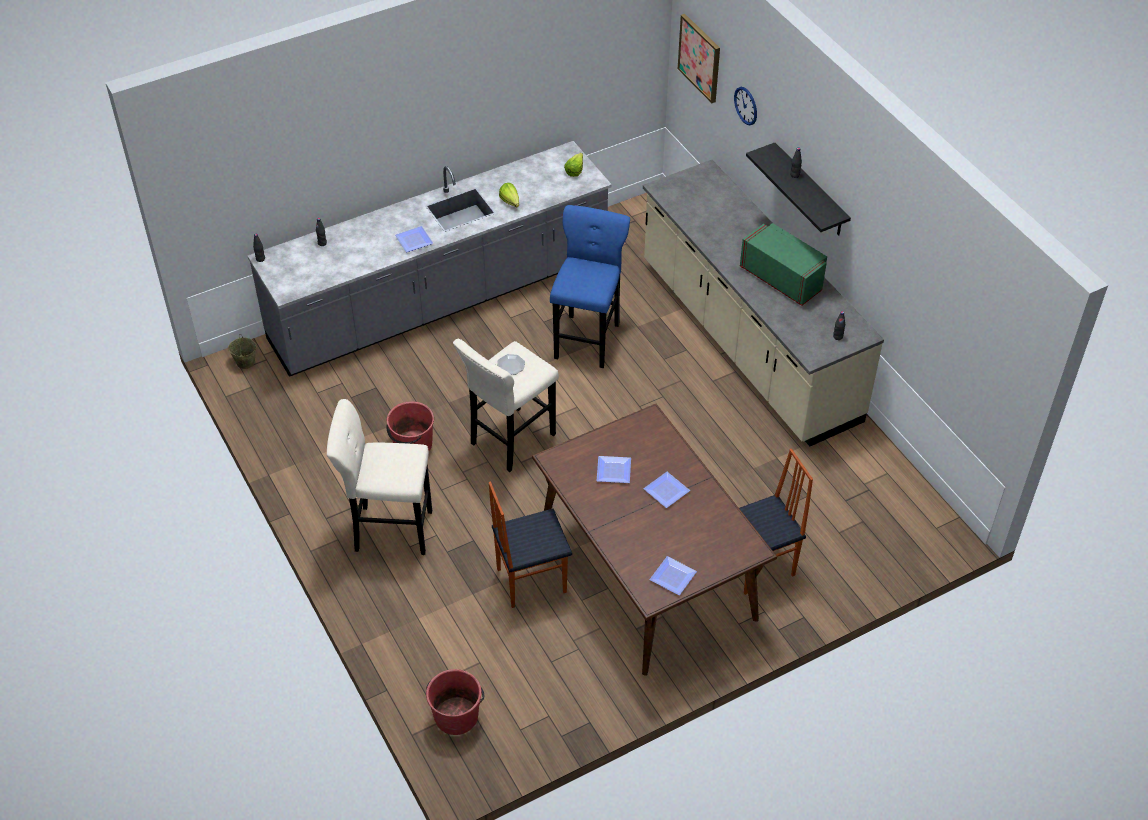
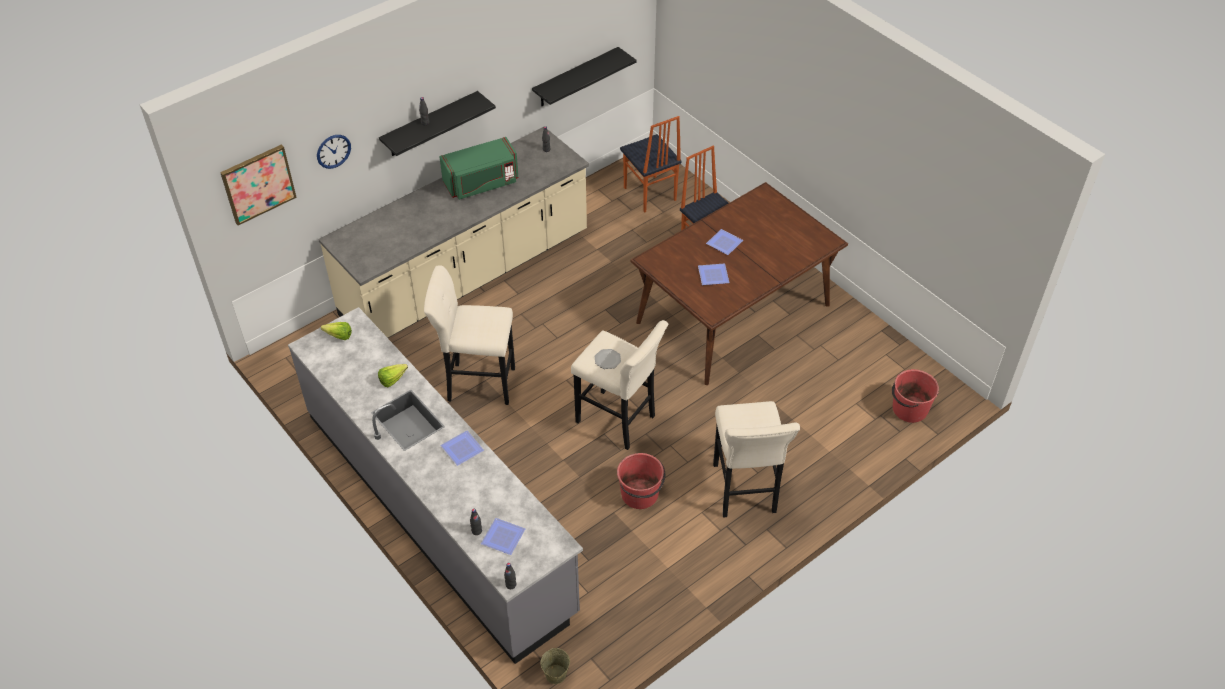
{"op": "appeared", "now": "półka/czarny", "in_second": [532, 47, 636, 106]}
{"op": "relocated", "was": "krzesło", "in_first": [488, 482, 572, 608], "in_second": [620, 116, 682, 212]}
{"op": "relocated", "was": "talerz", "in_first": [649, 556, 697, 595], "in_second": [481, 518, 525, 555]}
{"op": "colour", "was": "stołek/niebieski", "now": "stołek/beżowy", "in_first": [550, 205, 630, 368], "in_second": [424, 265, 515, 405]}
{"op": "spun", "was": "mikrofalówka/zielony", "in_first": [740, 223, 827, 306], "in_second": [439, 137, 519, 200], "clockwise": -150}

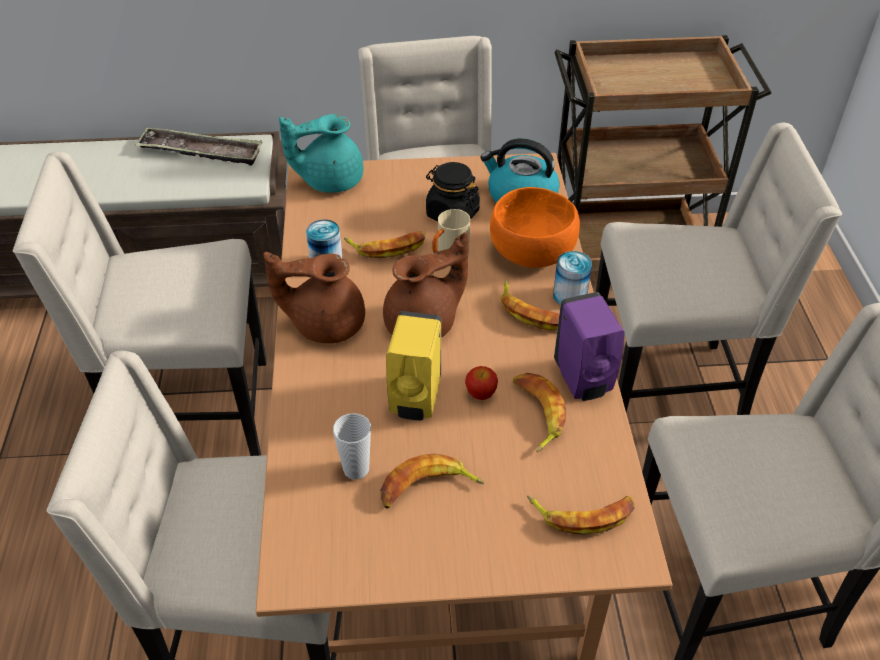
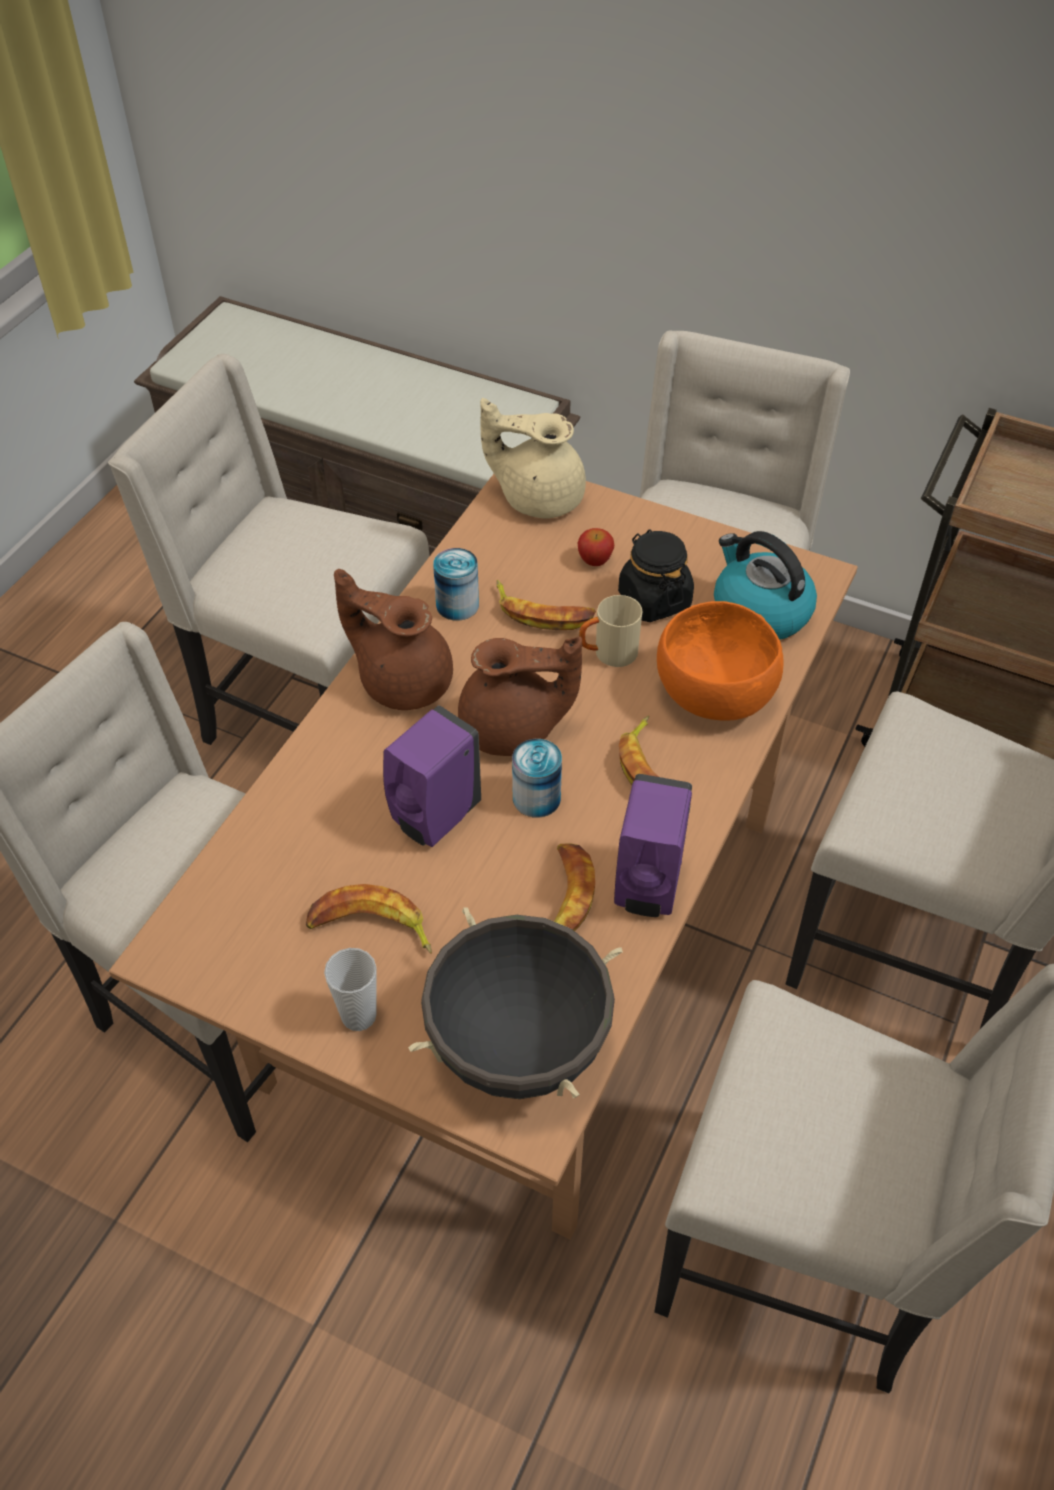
{"op": "missing", "was": "taca", "in_first": [135, 128, 262, 166]}
{"op": "relocated", "was": "filiżanka", "in_first": [333, 413, 371, 480], "in_second": [324, 948, 377, 1031]}
{"op": "relocated", "was": "jabłko", "in_first": [465, 366, 498, 400], "in_second": [578, 528, 614, 566]}
{"op": "relocated", "was": "puszka", "in_first": [553, 251, 592, 305], "in_second": [512, 739, 562, 818]}
{"op": "exchanged", "was": "banan", "now": "garnek/czarny", "in_first": [527, 495, 635, 534], "in_second": [408, 907, 623, 1099]}
{"op": "colour", "was": "imbryk/turkusowy", "now": "imbryk/beżowy", "in_first": [279, 114, 364, 193], "in_second": [480, 398, 586, 518]}
{"op": "colour", "was": "dozownik mydła/żółty", "now": "dozownik mydła/fioletowy", "in_first": [386, 311, 441, 420], "in_second": [383, 705, 481, 847]}

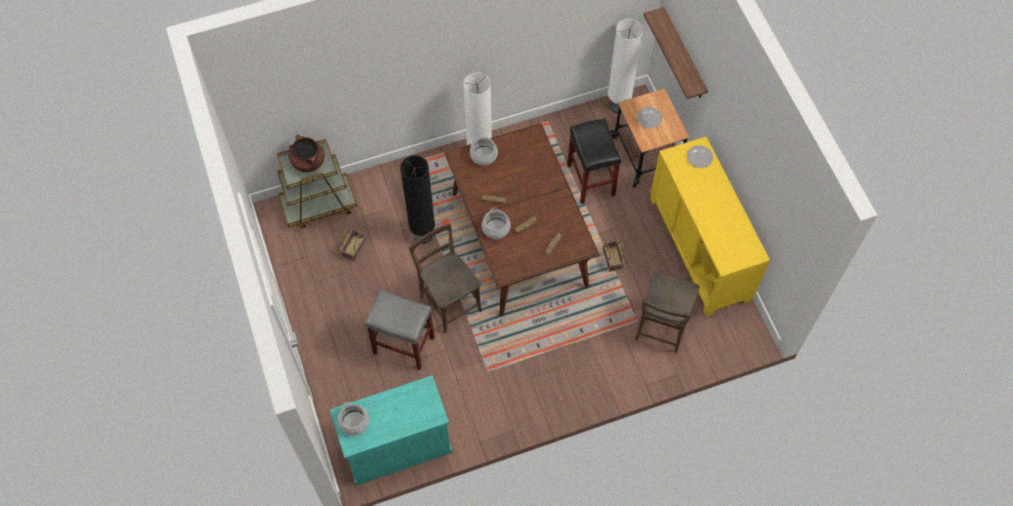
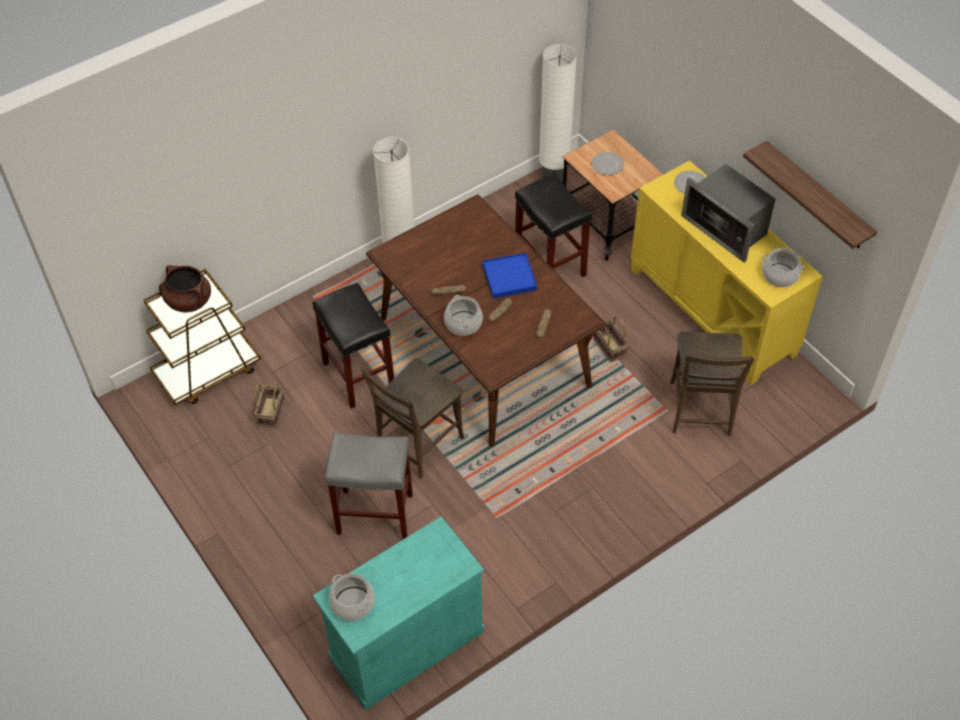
{"op": "appeared", "now": "taca/niebieski", "in_second": [482, 253, 537, 299]}
{"op": "appeared", "now": "mikrofalówka", "in_second": [681, 164, 775, 263]}
{"op": "relocated", "was": "garnek", "in_first": [470, 137, 498, 166], "in_second": [762, 248, 805, 287]}
{"op": "relocated", "was": "półka", "in_first": [644, 7, 708, 99], "in_second": [743, 141, 877, 249]}
{"op": "exchanged", "was": "lampa stojąca/czarny", "now": "stołek/czarny", "in_first": [400, 155, 435, 244], "in_second": [313, 283, 394, 409]}
{"op": "spun", "was": "krzesło/brązowy", "in_first": [409, 224, 482, 333], "in_second": [361, 358, 465, 479], "clockwise": -90}

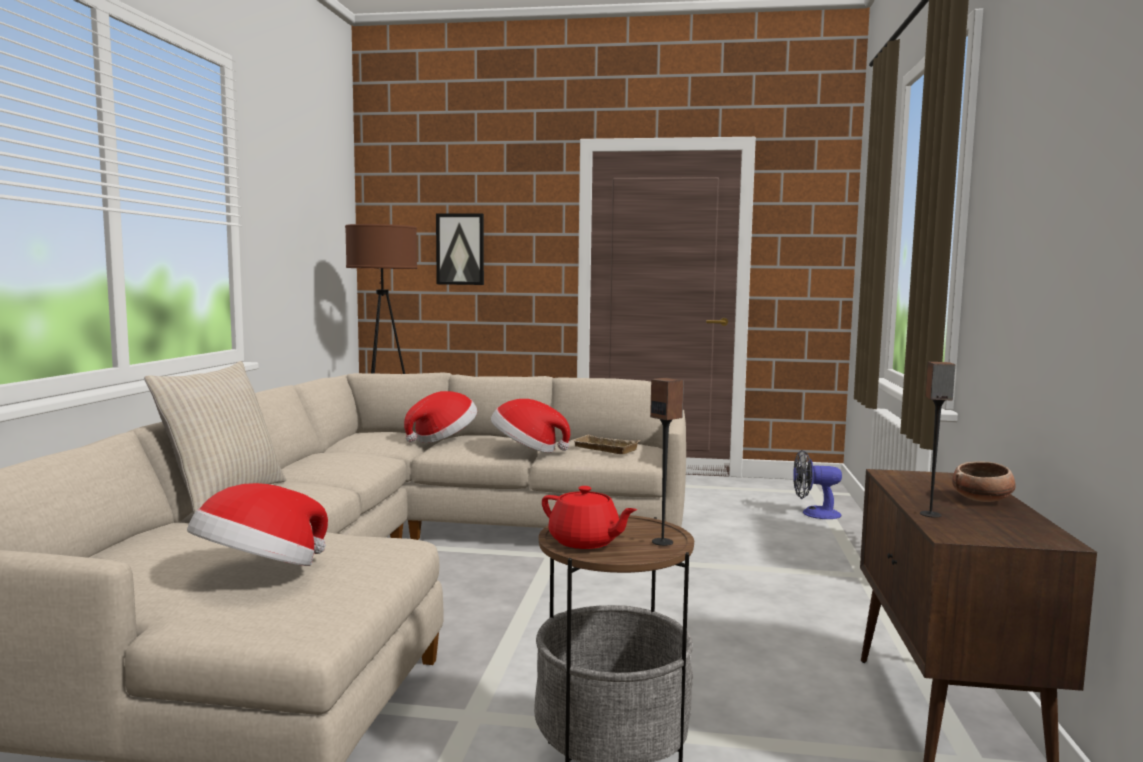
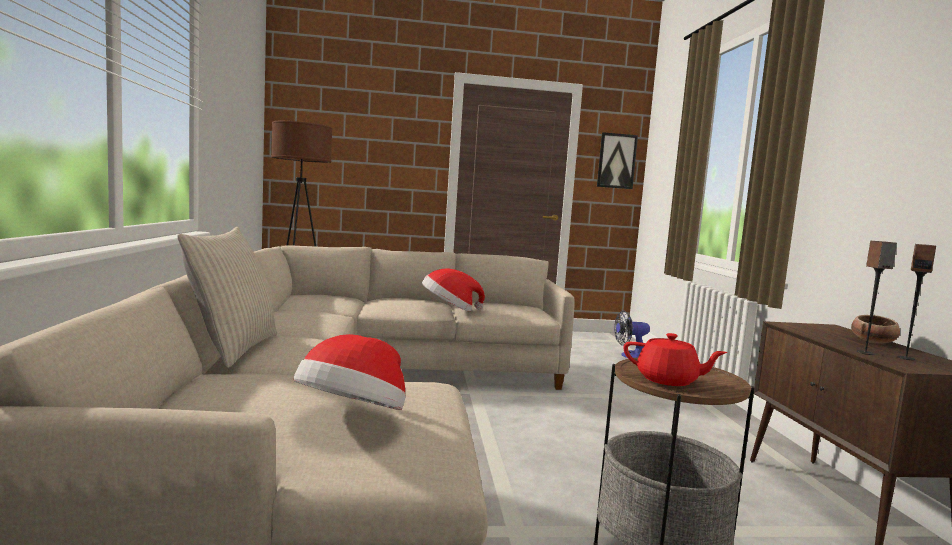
{"op": "missing", "was": "kapelusz", "in_first": [404, 391, 477, 443]}
{"op": "missing", "was": "taca/beżowy", "in_first": [570, 435, 641, 454]}
{"op": "relocated", "was": "obraz", "in_first": [436, 214, 484, 285], "in_second": [597, 132, 638, 189]}
{"op": "relocated", "was": "głośnik", "in_first": [650, 378, 684, 546], "in_second": [897, 244, 936, 360]}

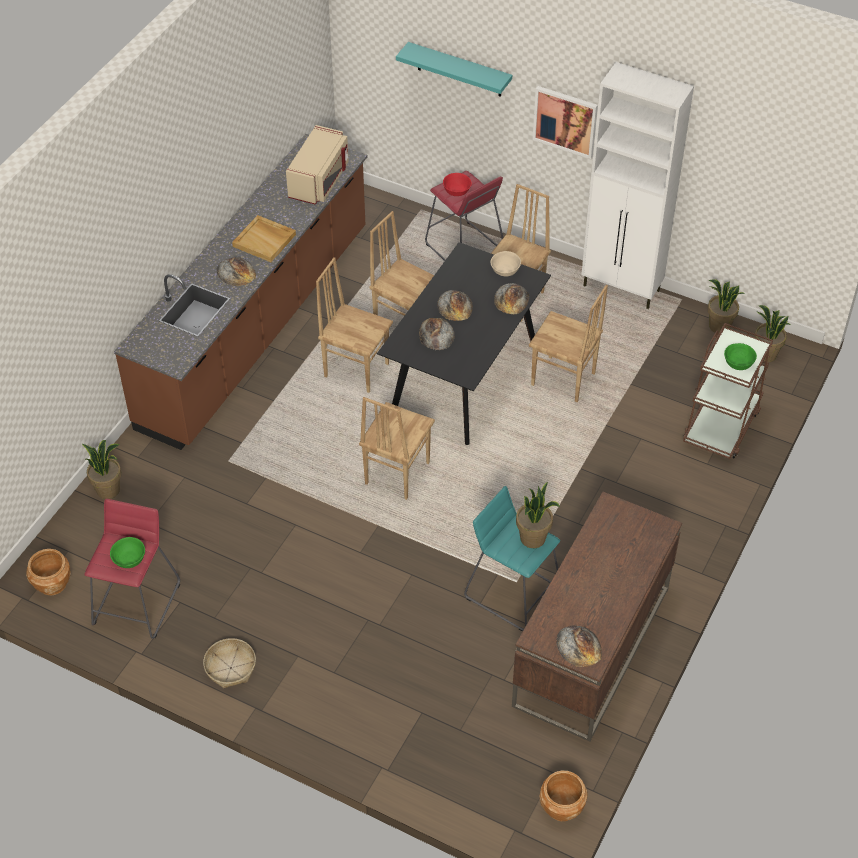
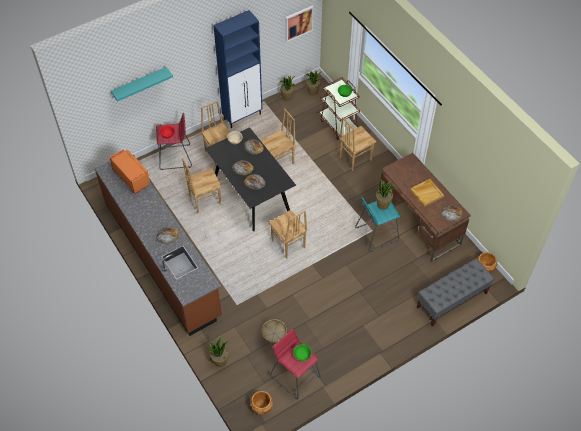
{"op": "appeared", "now": "ławka/szary", "in_second": [417, 259, 494, 327]}
{"op": "relocated", "was": "koszyk", "in_first": [203, 638, 256, 688], "in_second": [262, 319, 287, 344]}
{"op": "relocated", "was": "taca/beżowy", "in_first": [232, 215, 296, 262], "in_second": [410, 179, 444, 207]}
{"op": "relocated", "was": "krzesło/brązowy", "in_first": [316, 257, 393, 393], "in_second": [339, 117, 377, 171]}
{"op": "relocated", "was": "obraz", "in_first": [533, 86, 598, 159], "in_second": [285, 6, 314, 42]}
{"op": "colour", "was": "mikrofalówka/beżowy", "now": "mikrofalówka/pomarańczowy", "in_first": [286, 125, 349, 205], "in_second": [109, 149, 150, 194]}
{"op": "colour", "was": "szafka/biały", "now": "szafka/niebieski", "in_first": [581, 62, 694, 309], "in_second": [213, 10, 262, 128]}

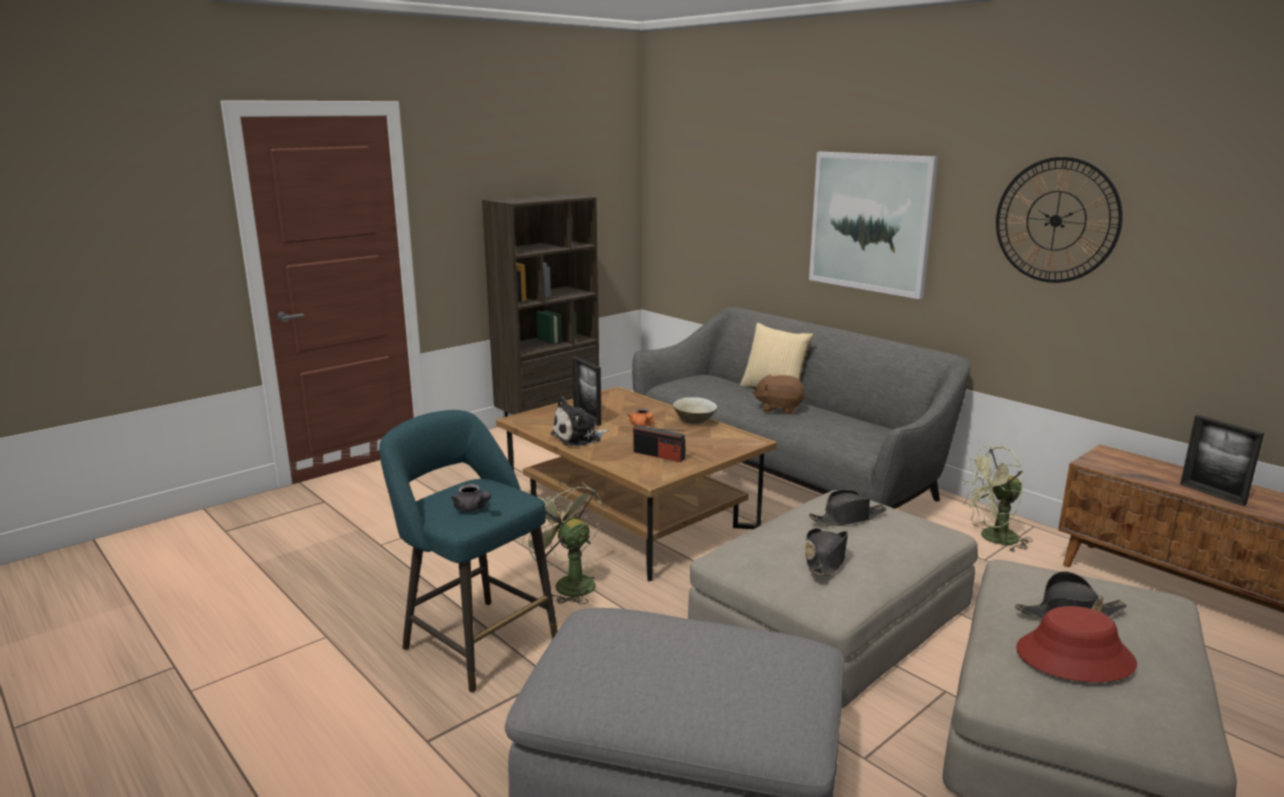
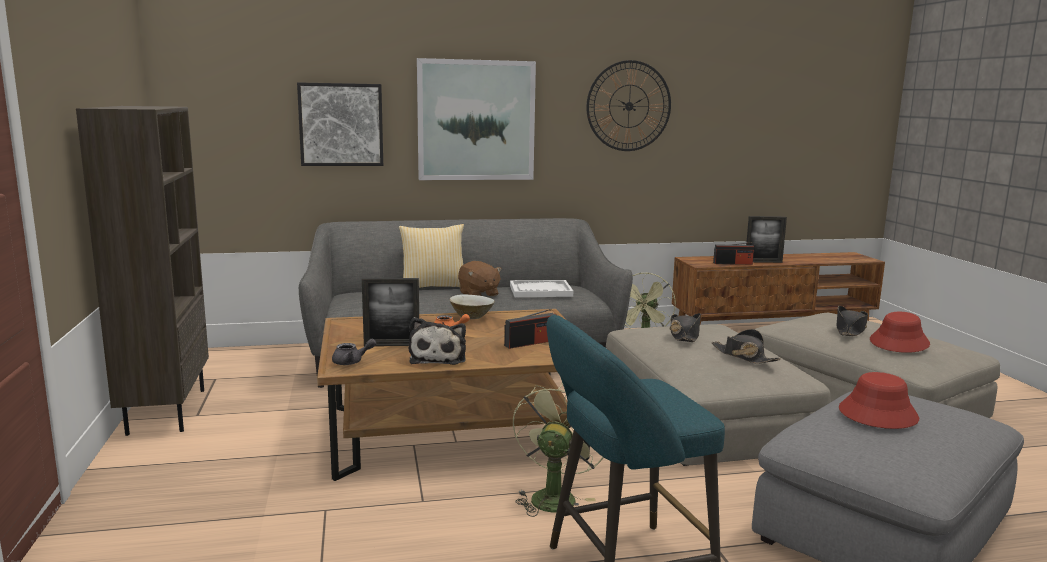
{"op": "appeared", "now": "obraz", "in_second": [297, 82, 383, 166]}
{"op": "appeared", "now": "taca/biały", "in_second": [510, 280, 573, 297]}
{"op": "appeared", "now": "radio", "in_second": [713, 242, 754, 265]}
{"op": "appeared", "now": "kapelusz/czerwony", "in_second": [839, 372, 919, 429]}
{"op": "relocated", "was": "imbryk/szary", "in_first": [451, 484, 491, 511], "in_second": [332, 339, 376, 365]}
{"op": "spun", "was": "wentylator/zielony", "in_first": [521, 482, 603, 604], "in_second": [513, 383, 604, 517], "clockwise": 120}
{"op": "spun", "was": "pluszak/brązowy", "in_first": [753, 374, 805, 414], "in_second": [458, 261, 502, 297], "clockwise": -75}

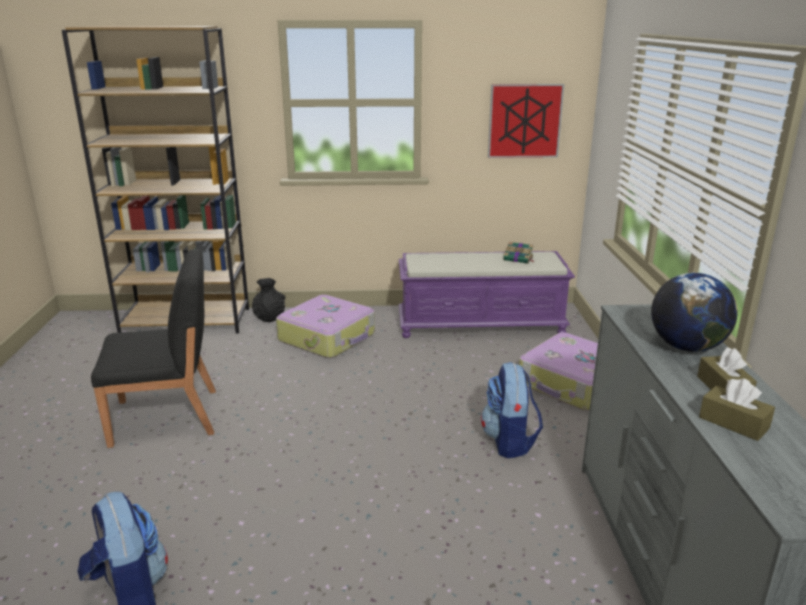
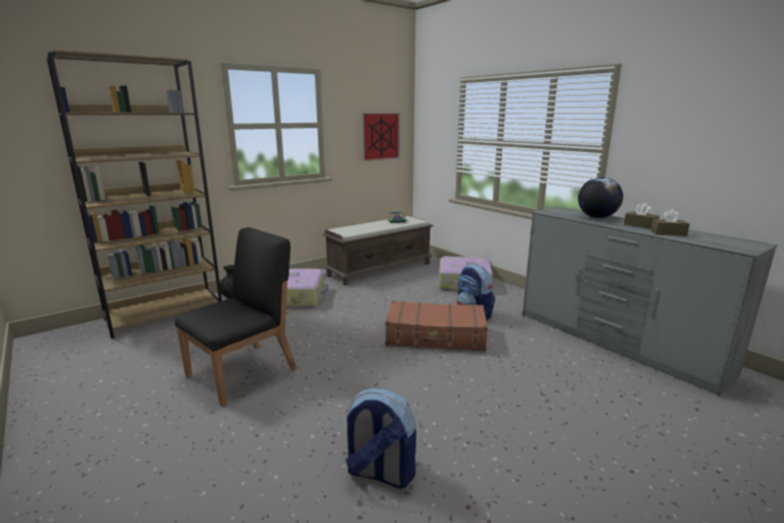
{"op": "appeared", "now": "walizka/brązowy", "in_second": [385, 301, 488, 351]}
{"op": "colour", "was": "ławka/fioletowy", "now": "ławka/brązowy", "in_first": [399, 251, 575, 338], "in_second": [322, 215, 433, 285]}

